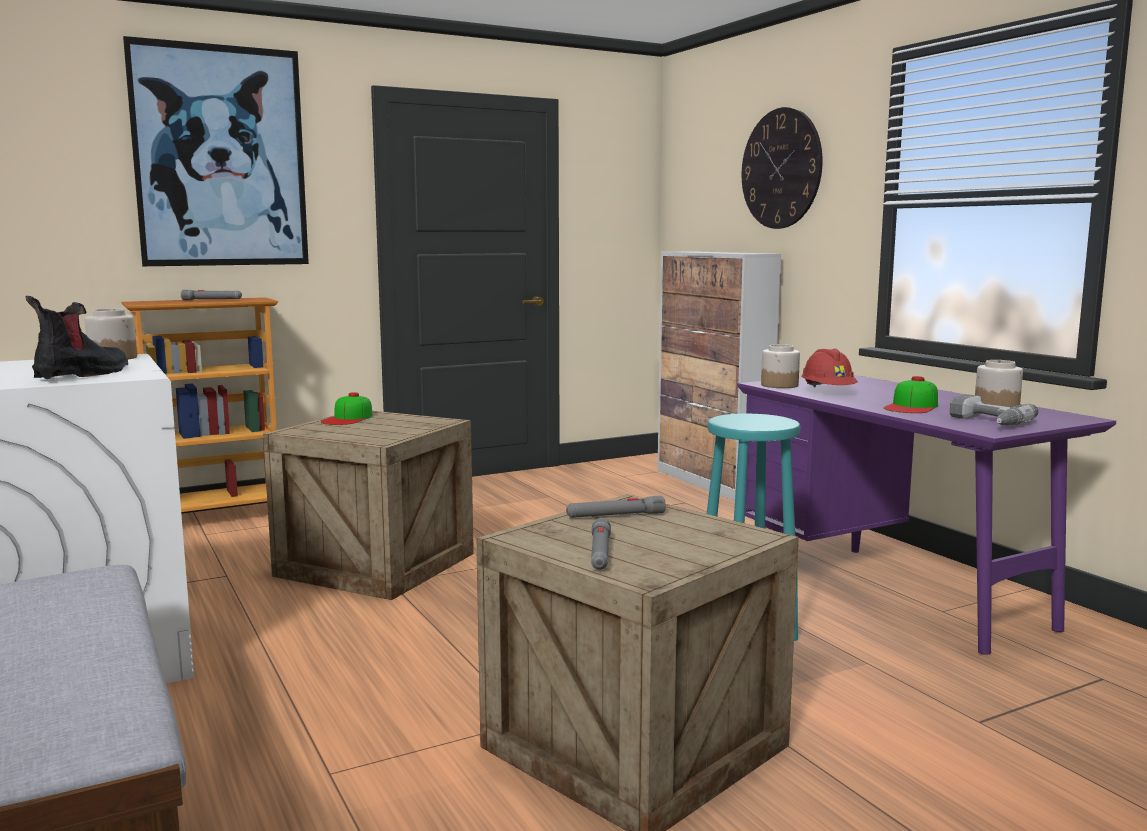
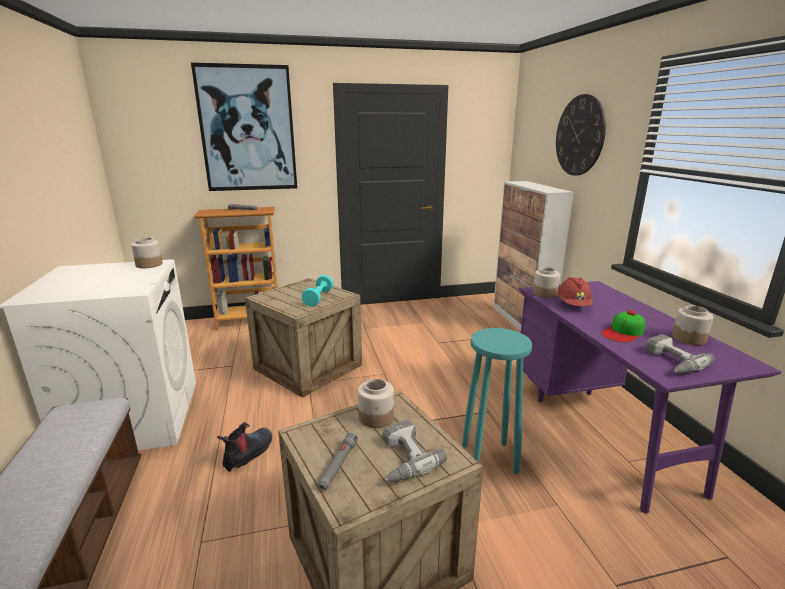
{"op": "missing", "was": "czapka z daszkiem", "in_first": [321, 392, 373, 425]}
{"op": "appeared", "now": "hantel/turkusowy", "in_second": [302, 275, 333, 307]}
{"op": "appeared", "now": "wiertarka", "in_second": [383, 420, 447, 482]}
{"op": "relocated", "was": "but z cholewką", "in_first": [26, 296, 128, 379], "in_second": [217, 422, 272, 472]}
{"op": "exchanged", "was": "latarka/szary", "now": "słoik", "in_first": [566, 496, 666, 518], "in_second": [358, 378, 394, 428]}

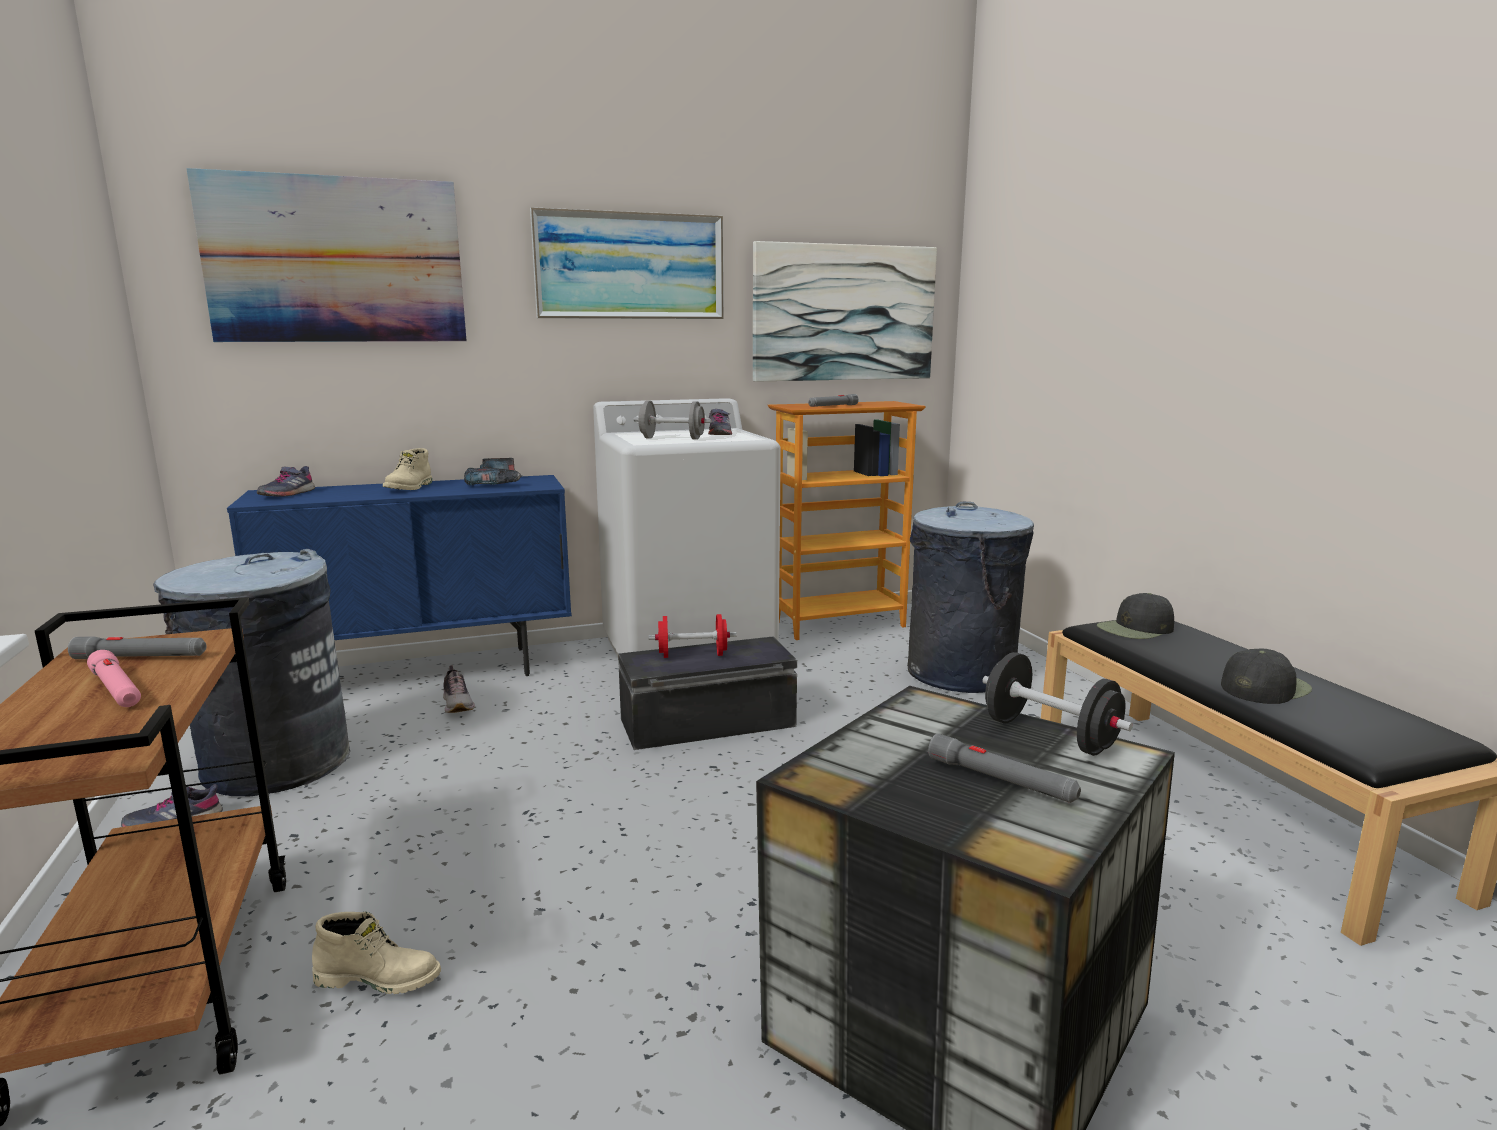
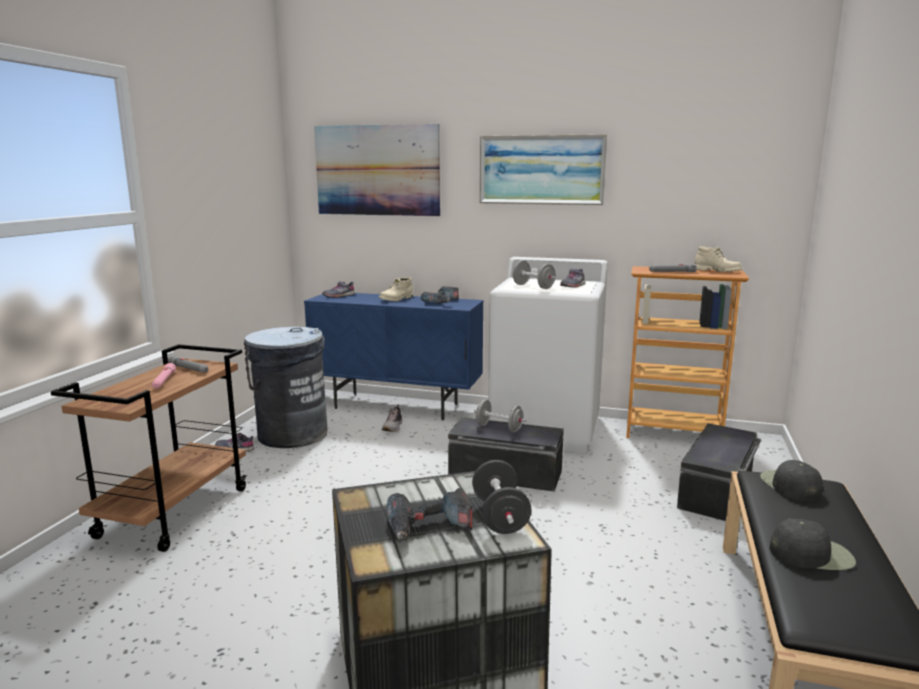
{"op": "missing", "was": "obraz", "in_first": [753, 241, 937, 382]}
{"op": "relocated", "was": "but z cholewką/beżowy", "in_first": [312, 912, 441, 994], "in_second": [694, 246, 742, 272]}
{"op": "exchanged", "was": "kosz na śmieci/szary", "now": "pojemnik do przechowywania/czarny", "in_first": [907, 502, 1034, 693], "in_second": [677, 423, 761, 521]}
{"op": "exchanged", "was": "latarka/szary", "now": "wiertarka", "in_first": [928, 733, 1081, 803], "in_second": [387, 488, 472, 540]}
{"op": "colour", "was": "hantel/czerwony", "now": "hantel/szary", "in_first": [648, 614, 737, 658], "in_second": [474, 400, 526, 433]}
{"op": "spun", "was": "czapka z daszkiem/czarny", "in_first": [1097, 593, 1174, 639], "in_second": [760, 460, 823, 502], "clockwise": 75}

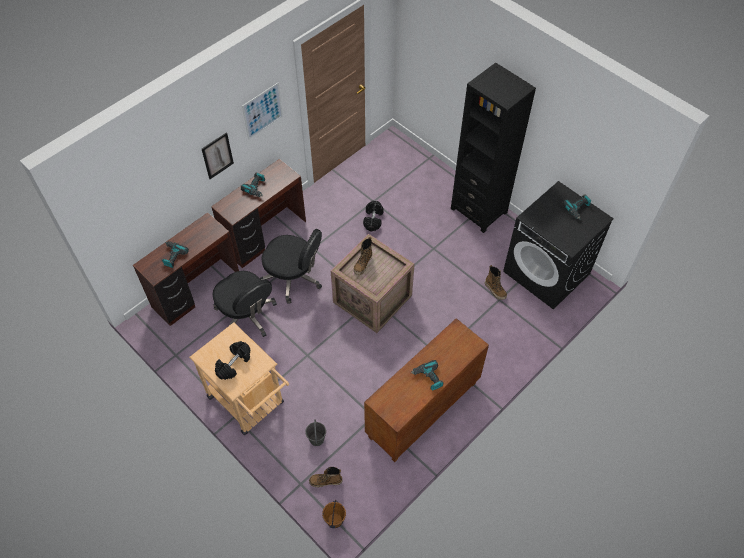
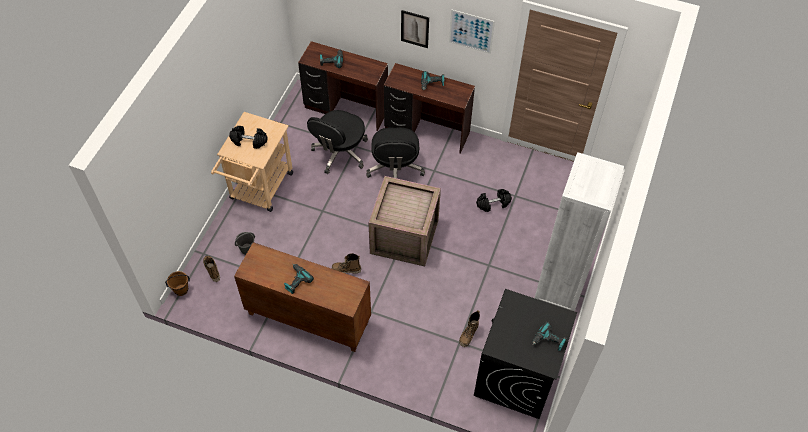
{"op": "relocated", "was": "but z cholewką", "in_first": [354, 237, 372, 275], "in_second": [332, 253, 361, 274]}
{"op": "colour", "was": "regał/czarny", "now": "regał/biały", "in_first": [451, 63, 536, 233], "in_second": [535, 152, 624, 311]}

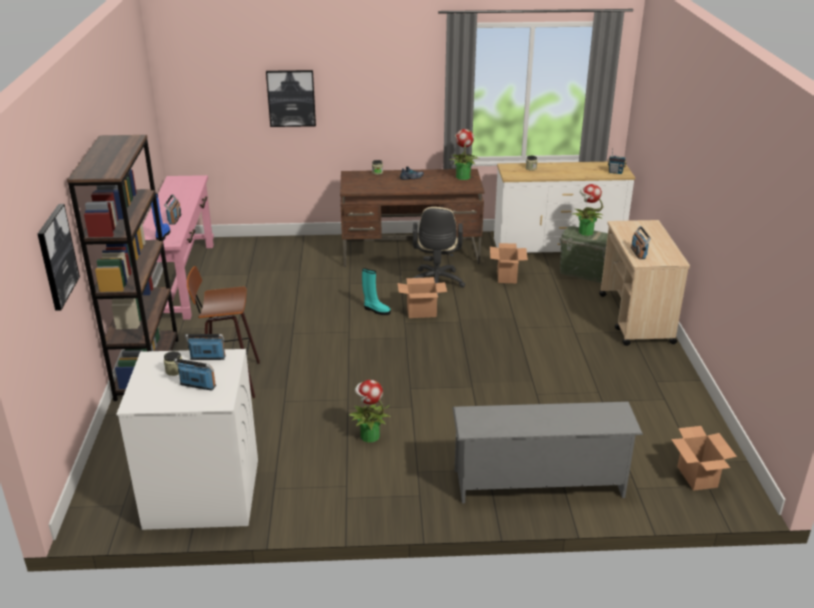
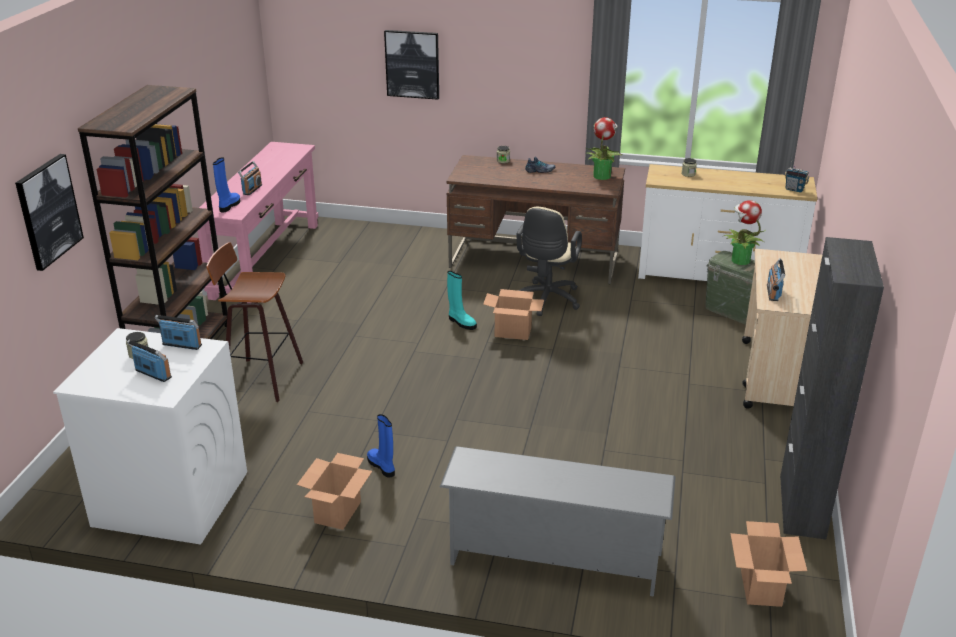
{"op": "appeared", "now": "szafka/czarny", "in_second": [780, 237, 884, 539]}
{"op": "relocated", "was": "karton", "in_first": [490, 243, 528, 283], "in_second": [297, 453, 372, 530]}
{"op": "exchanged", "was": "roślina doniczkowa", "now": "but z cholewką/niebieski", "in_first": [348, 380, 390, 442], "in_second": [367, 414, 395, 478]}

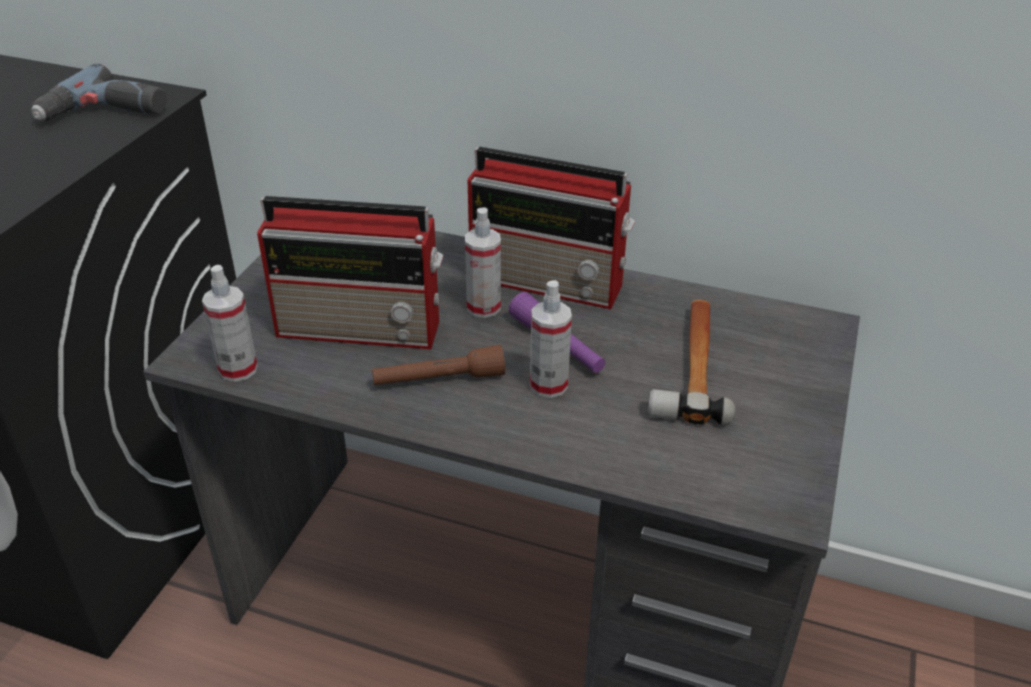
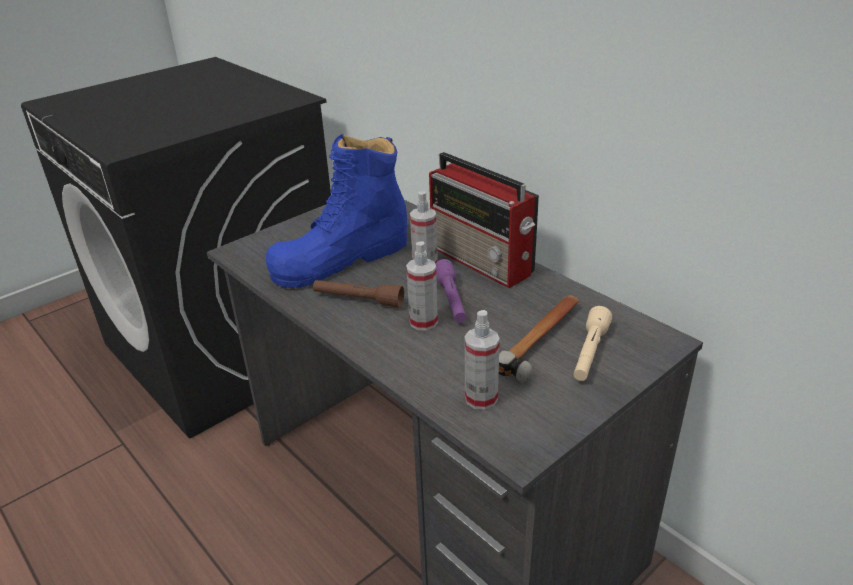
{"op": "missing", "was": "wiertarka", "in_first": [31, 64, 167, 122]}
{"op": "appeared", "now": "latarka/beżowy", "in_second": [573, 306, 612, 381]}
{"op": "relocated", "was": "spryskiwacz", "in_first": [202, 265, 258, 382], "in_second": [465, 310, 500, 410]}
{"op": "exchanged", "was": "radio", "now": "but z cholewką/niebieski", "in_first": [257, 196, 443, 349], "in_second": [266, 134, 407, 288]}

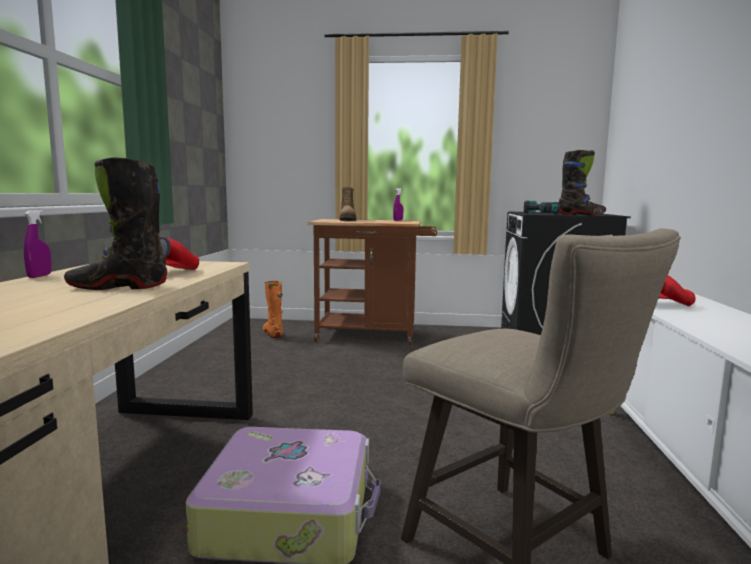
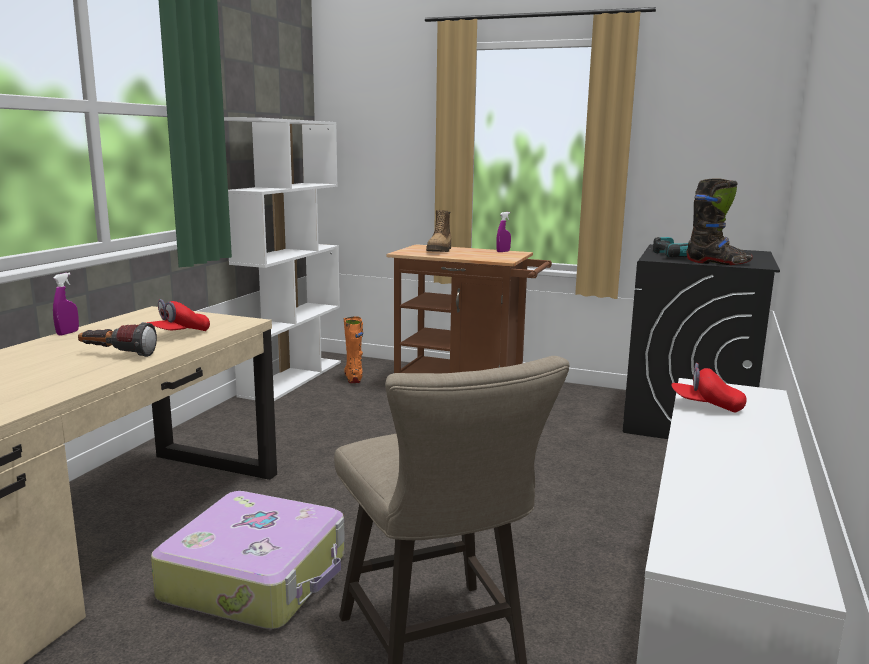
{"op": "appeared", "now": "regał/biały", "in_second": [224, 117, 341, 401]}
{"op": "exchanged", "was": "but z cholewką/czarny", "now": "latarka", "in_first": [64, 157, 167, 290], "in_second": [78, 322, 157, 357]}

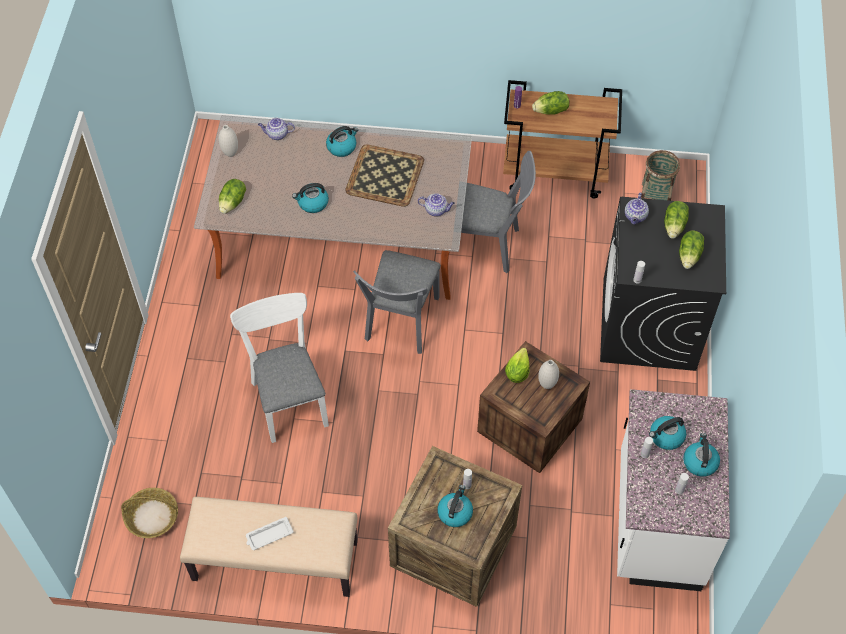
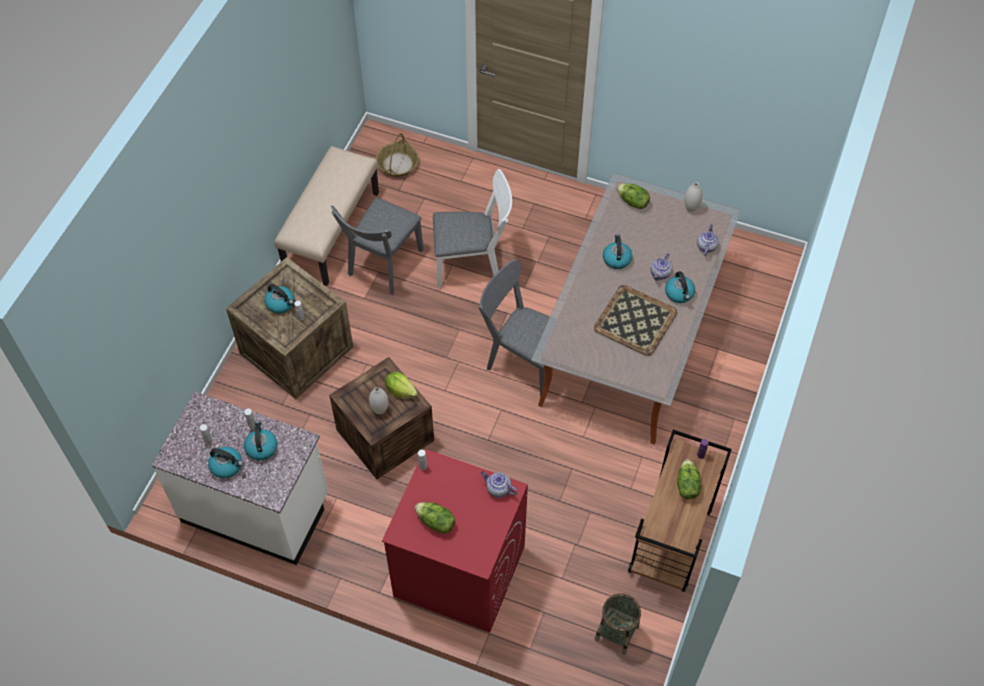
{"op": "missing", "was": "taca/biały", "in_first": [246, 517, 293, 550]}
{"op": "missing", "was": "sałata", "in_first": [664, 201, 689, 239]}
{"op": "relocated", "was": "imbryk", "in_first": [418, 193, 455, 216], "in_second": [651, 253, 672, 281]}
{"op": "relocated", "was": "krzesło/szary", "in_first": [461, 151, 536, 273], "in_second": [331, 198, 424, 295]}
{"op": "colour", "was": "pralka/czarny", "now": "pralka/czerwony", "in_first": [600, 197, 726, 371], "in_second": [382, 449, 528, 633]}

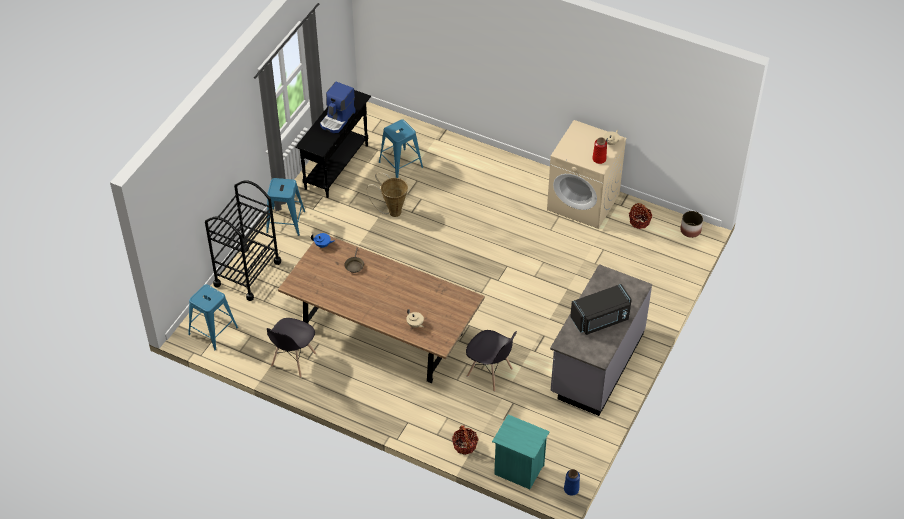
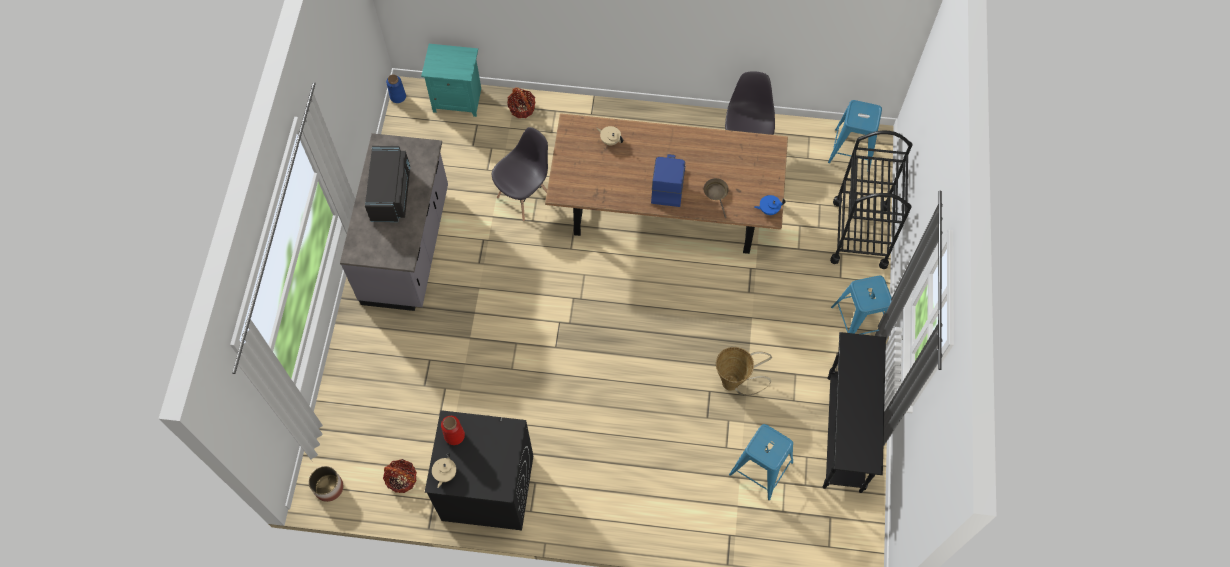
{"op": "relocated", "was": "ekspres do kawy", "in_first": [320, 82, 356, 133], "in_second": [651, 154, 685, 207]}
{"op": "colour", "was": "pralka/beżowy", "now": "pralka/czarny", "in_first": [547, 120, 627, 229], "in_second": [425, 410, 533, 530]}
{"op": "spun", "was": "krzesło/szary", "in_first": [466, 330, 517, 392], "in_second": [492, 127, 548, 221], "clockwise": 120}
{"op": "spun", "was": "mikrofalówka/czarny", "in_first": [570, 284, 632, 335], "in_second": [365, 146, 410, 222], "clockwise": 135}

